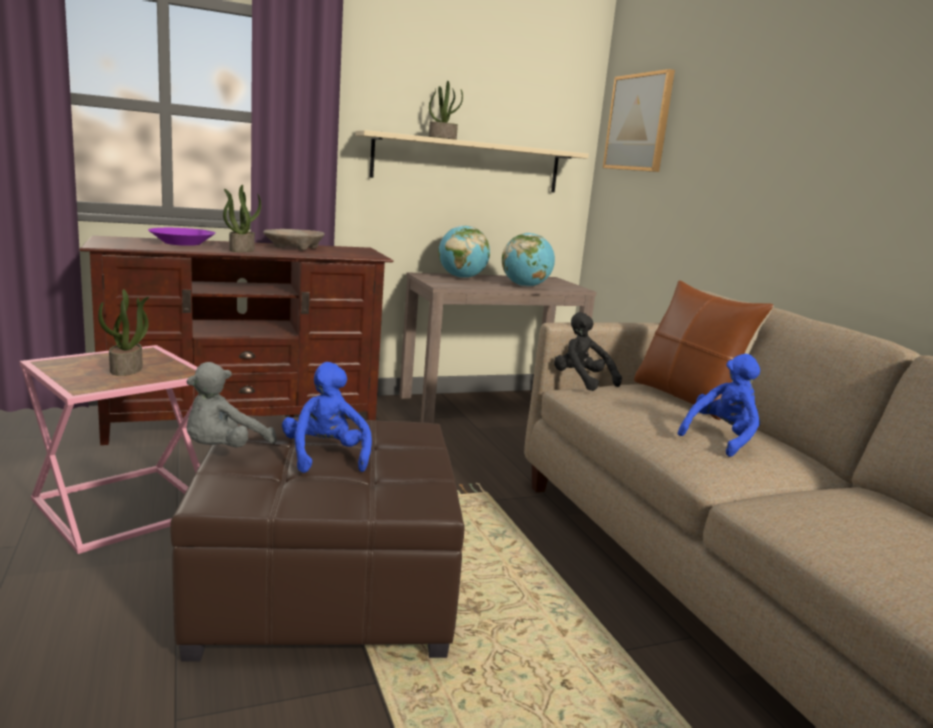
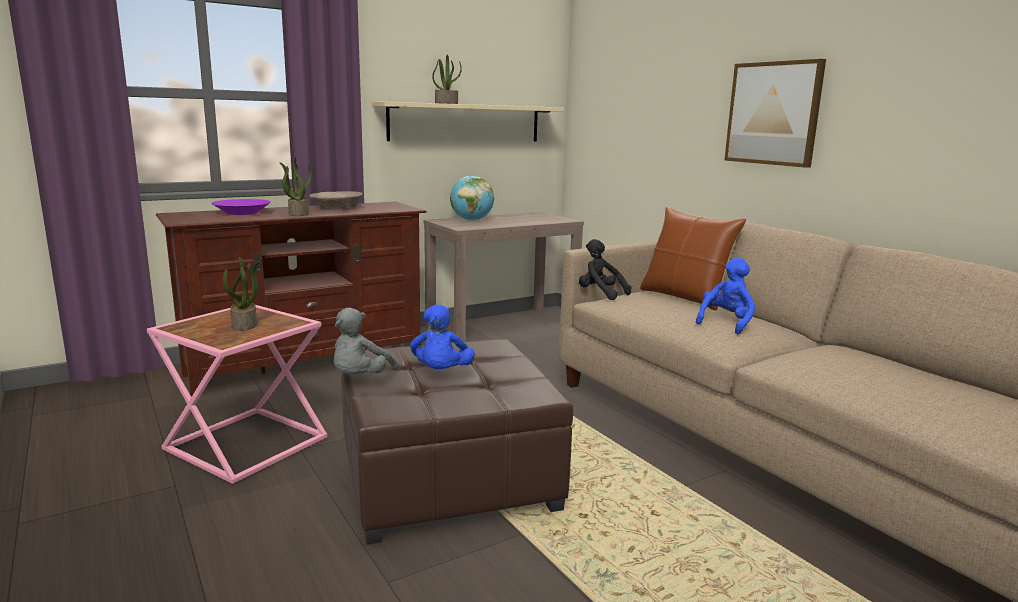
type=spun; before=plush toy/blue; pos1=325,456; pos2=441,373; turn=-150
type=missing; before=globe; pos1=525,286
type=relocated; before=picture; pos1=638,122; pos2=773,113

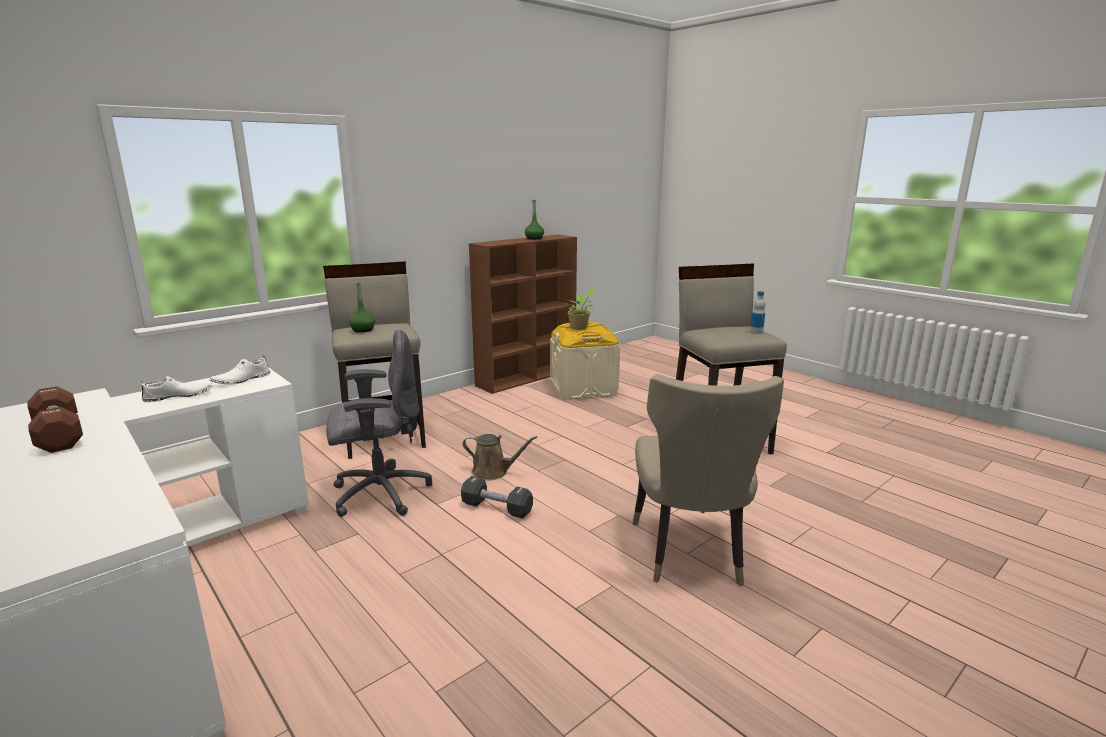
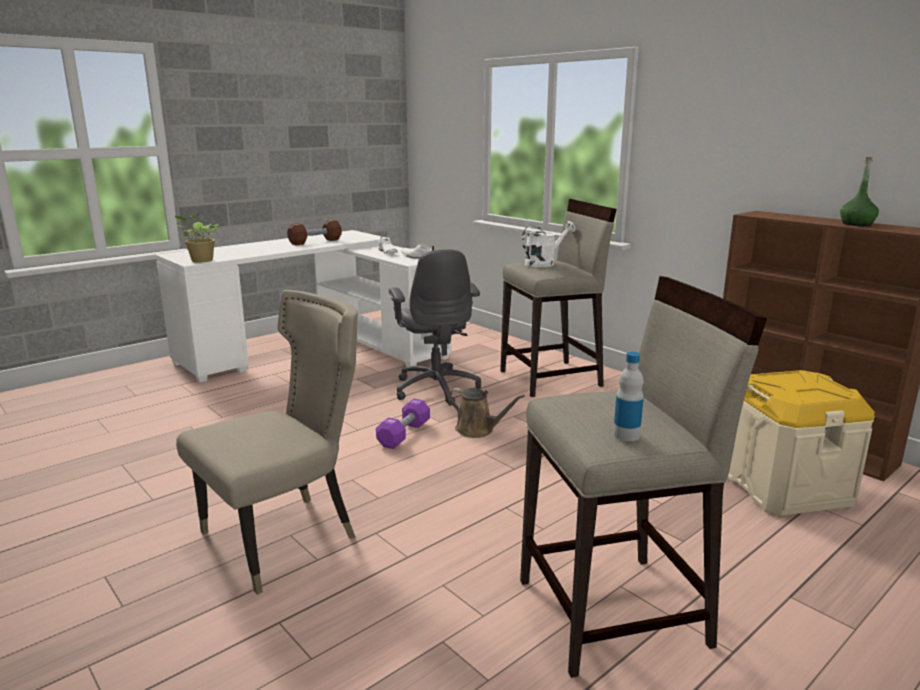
type=exchanged; before=bottle/green; after=watering can/white; pos1=363,330; pos2=544,263
type=colour; before=dumbbell/black; after=dumbbell/purple; pos1=497,508; pos2=404,434
type=spun; before=watering can/brown; pos1=493,472; pos2=478,430; turn=-75
type=relocated; before=potted plant; pos1=579,328; pos2=201,261
type=spun; before=chair/beige; pos1=690,555; pos2=286,536; turn=135

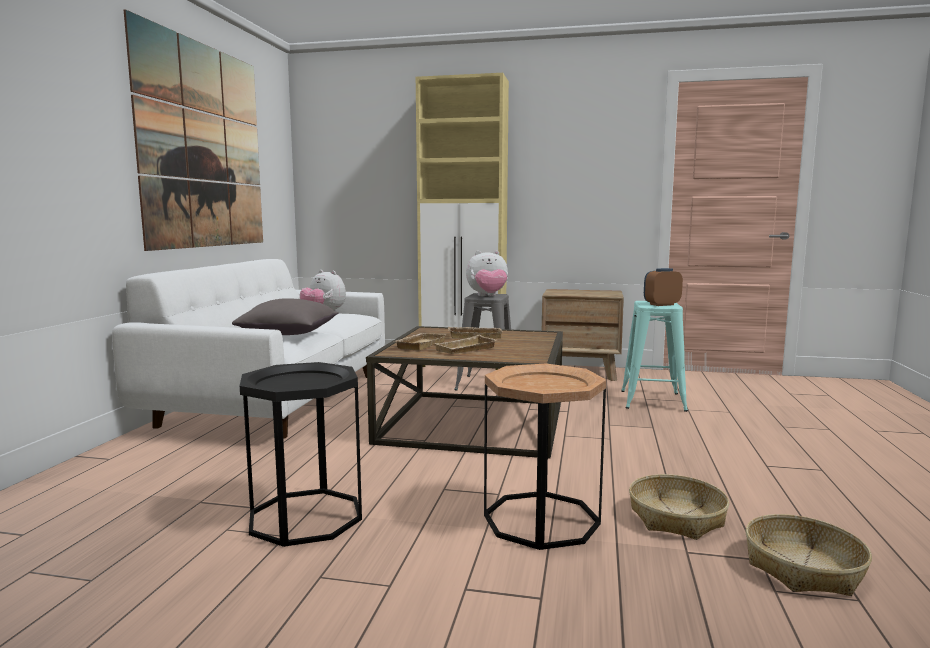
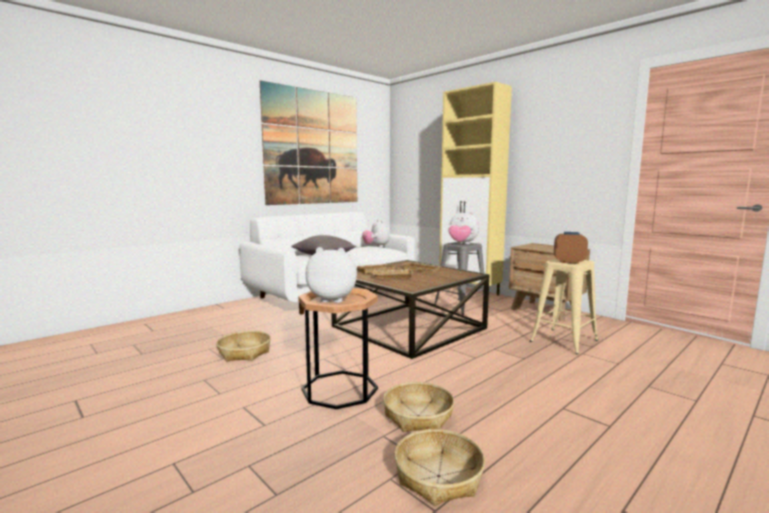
type=exchanged; before=side table/black; after=basket; pos1=305,516; pos2=244,353
type=colour; before=stool/turquoise; after=stool/beige; pos1=652,401; pos2=564,341
type=appeared; after=plush toy; pos2=334,299

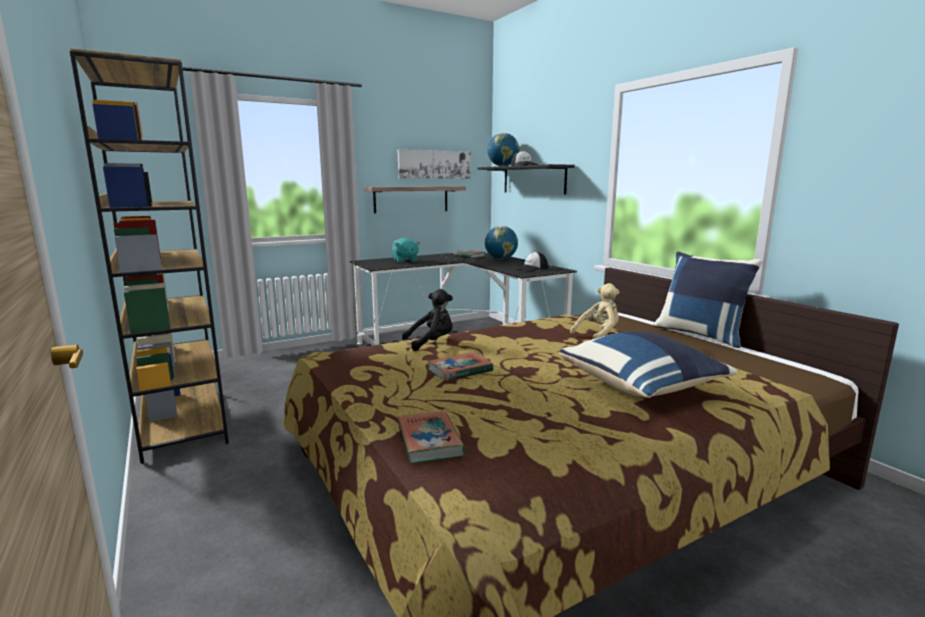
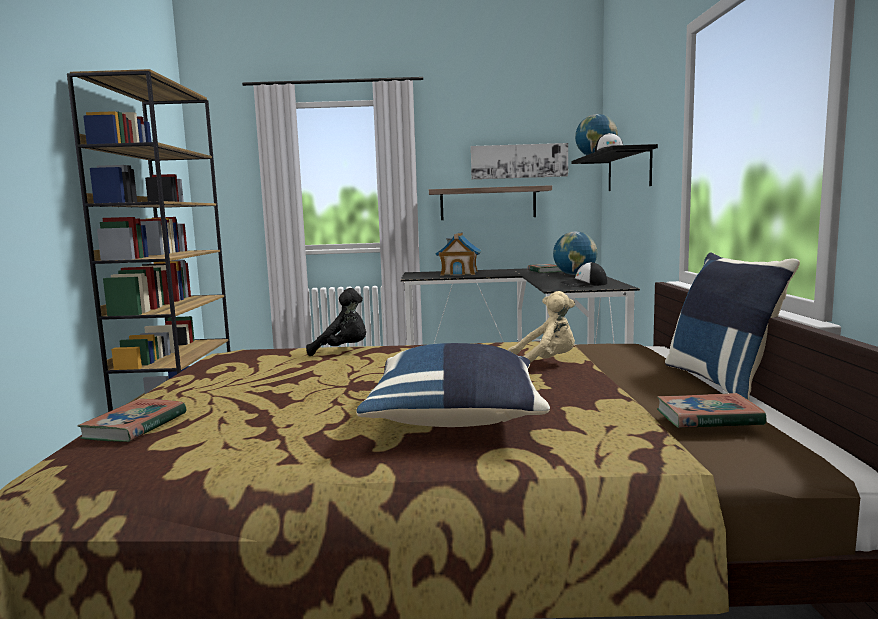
type=exchanged; before=plush toy/turquoise; after=toy house; pos1=405,260; pos2=459,273
type=relocated; before=book; pos1=460,370; pos2=708,417

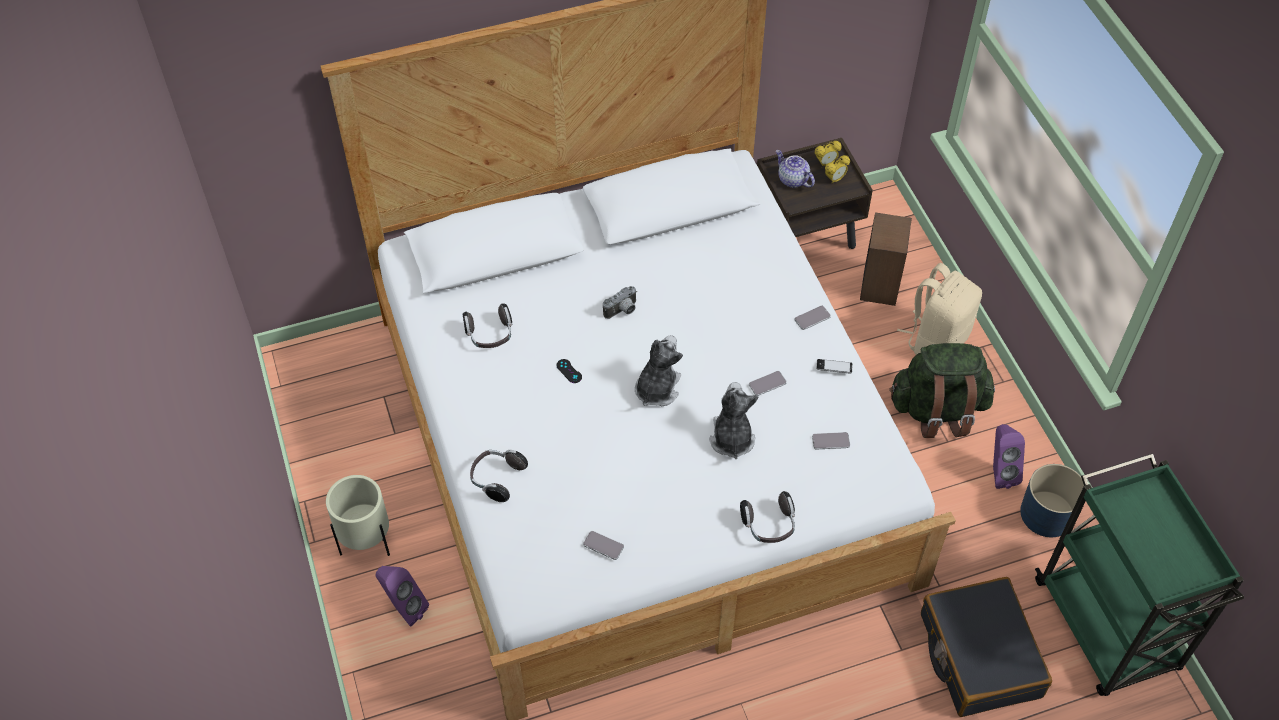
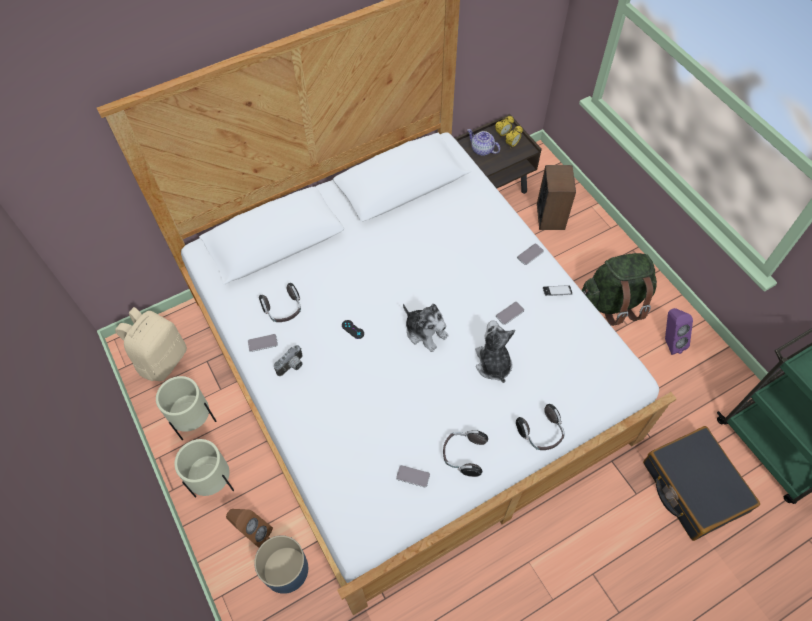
type=colour; before=speaker/purple; after=speaker/brown; pos1=404,608; pos2=253,533
type=relocated; before=headphones; pos1=497,479; pos2=463,455
type=relocated; before=photo camera; pos1=622,311; pos2=292,366
type=spun; before=plush toy; pos1=657,388; pos2=425,332; turn=120
type=relocated; before=phone; pos1=830,441; pos2=262,343
type=relocated; before=backpack/beige; pos1=936,339; pos2=162,359
type=relocated; before=planter/blue; pos1=1047,513; pos2=286,569
type=appeared; after=planter/beige; pos2=195,422

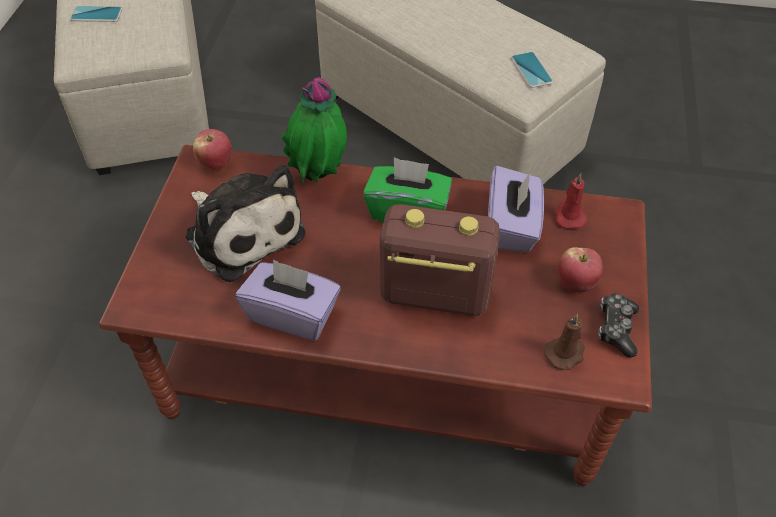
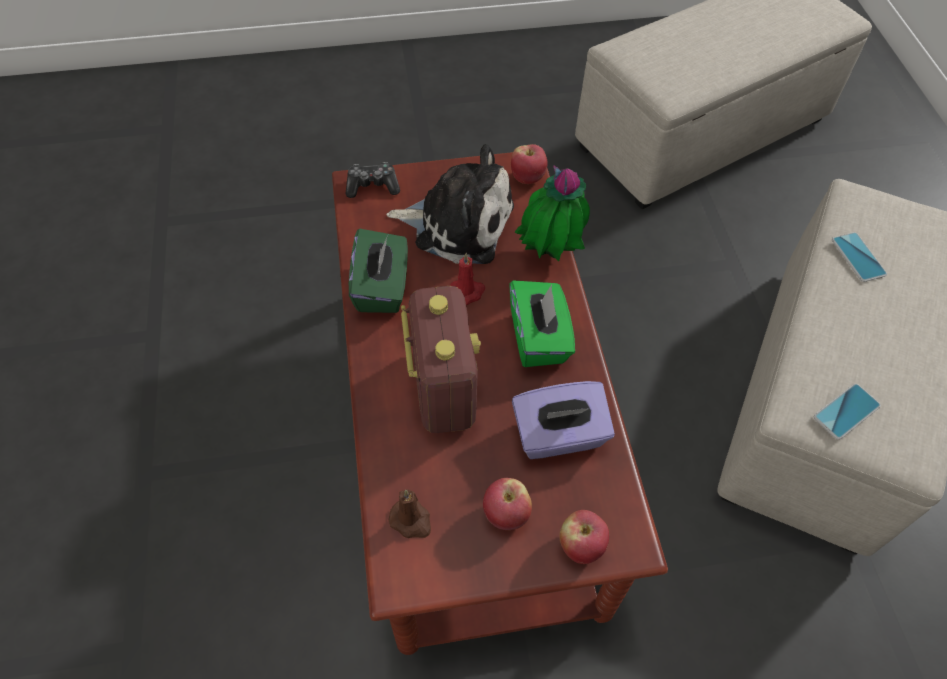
type=relocated; before=phone; pos1=96,14; pos2=858,257
type=spun; before=plush toy; pos1=242,231; pos2=458,223; turn=-105
type=colour; before=tissue box/purple; after=tissue box/green; pos1=293,314; pos2=382,287
type=relocated; before=candle/red; pos1=568,216; pos2=467,292
type=relocated; before=game controller; pos1=616,328; pos2=372,186
type=appeared; after=apple; pos2=580,545

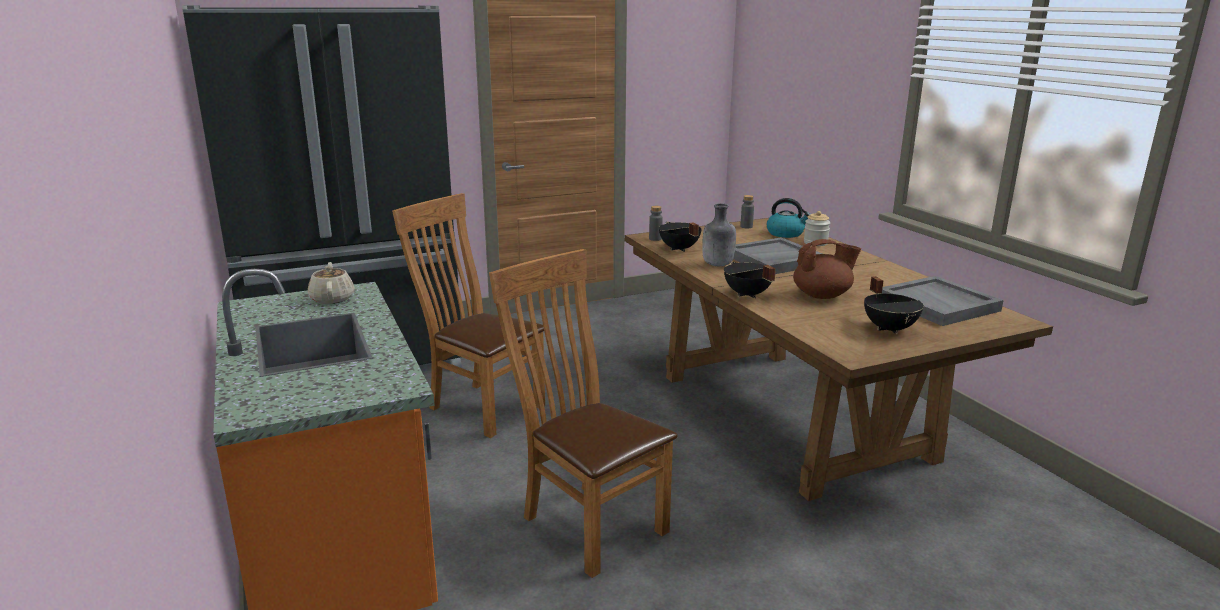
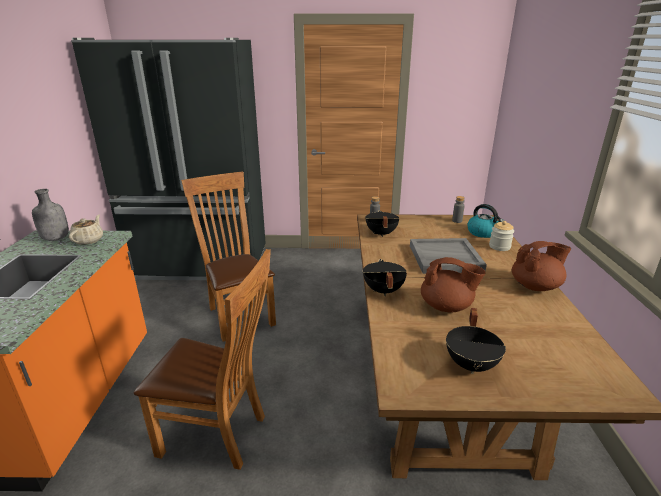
type=spun; before=chair/brown; pos1=587,522; pos2=219,435; turn=120
type=relocated; before=bottle/grey; pos1=717,265; pos2=55,239
type=missing; before=tray/grey; pos1=939,305
type=appeared; after=teapot/brown; pos2=535,286

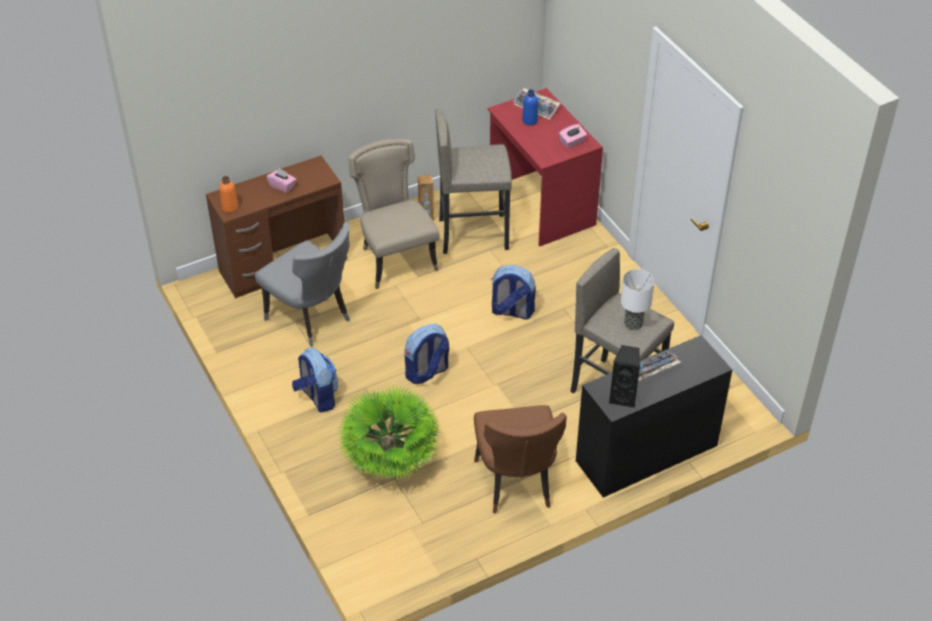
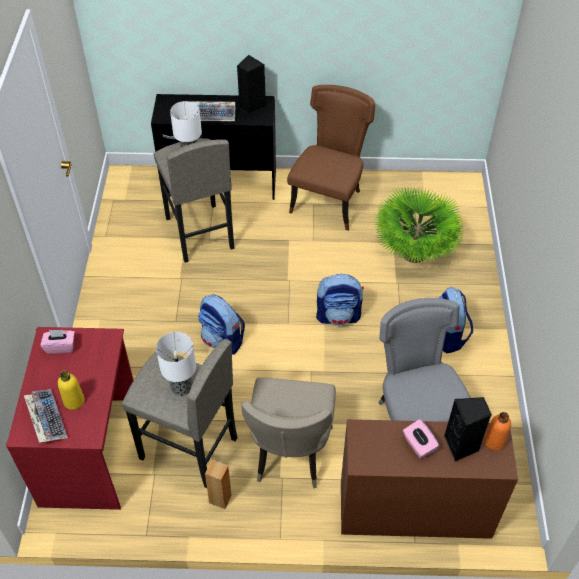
type=colour; before=bottle/blue; after=bottle/yellow; pos1=530,120; pos2=74,401
type=appeared; after=table lamp; pos2=181,387
type=appeared; after=speaker/black; pos2=462,446

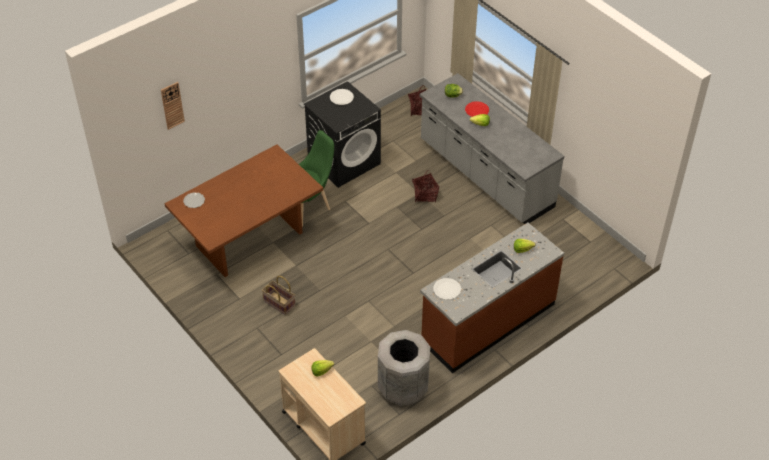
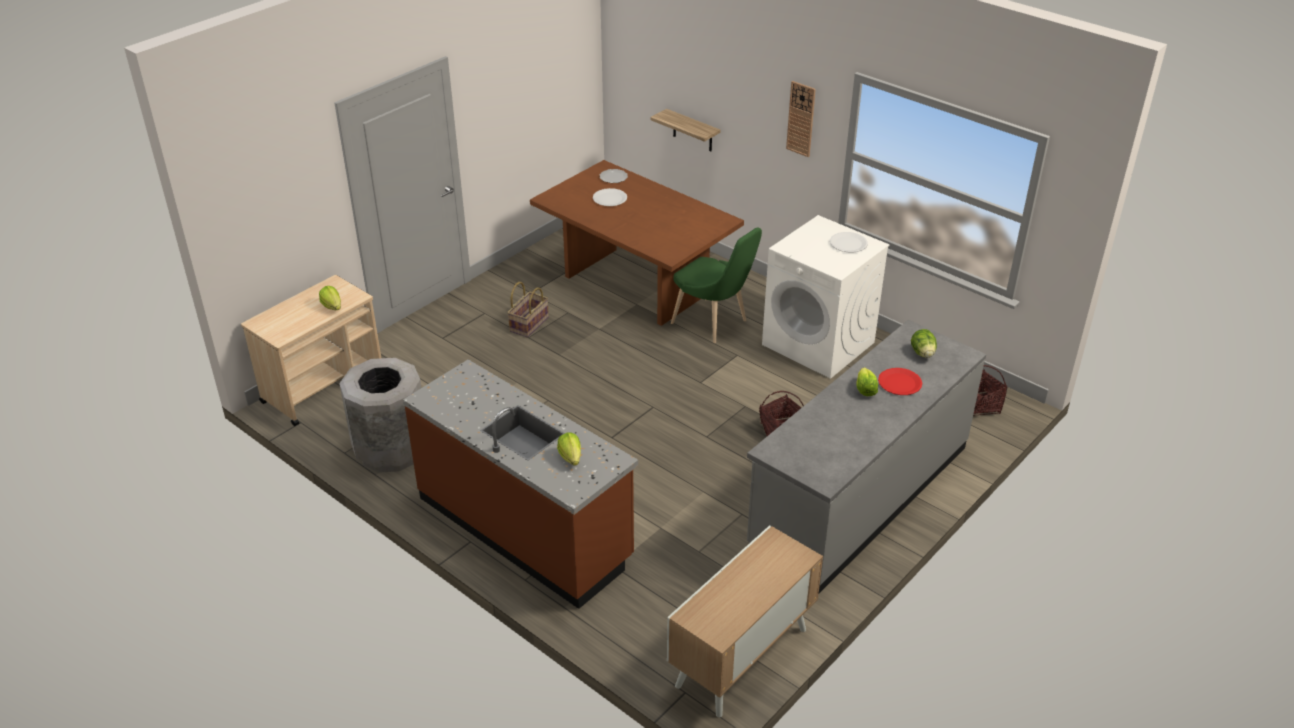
type=relocated; before=wall clock; pos1=172,105; pos2=801,119
type=colour; before=washing machine/black; after=washing machine/white; pos1=344,161; pos2=819,344
type=relocated; before=plate/white; pos1=447,289; pos2=610,198
type=appeared; after=shelf; pos2=692,131
type=appeared; after=cabinet; pos2=742,658

